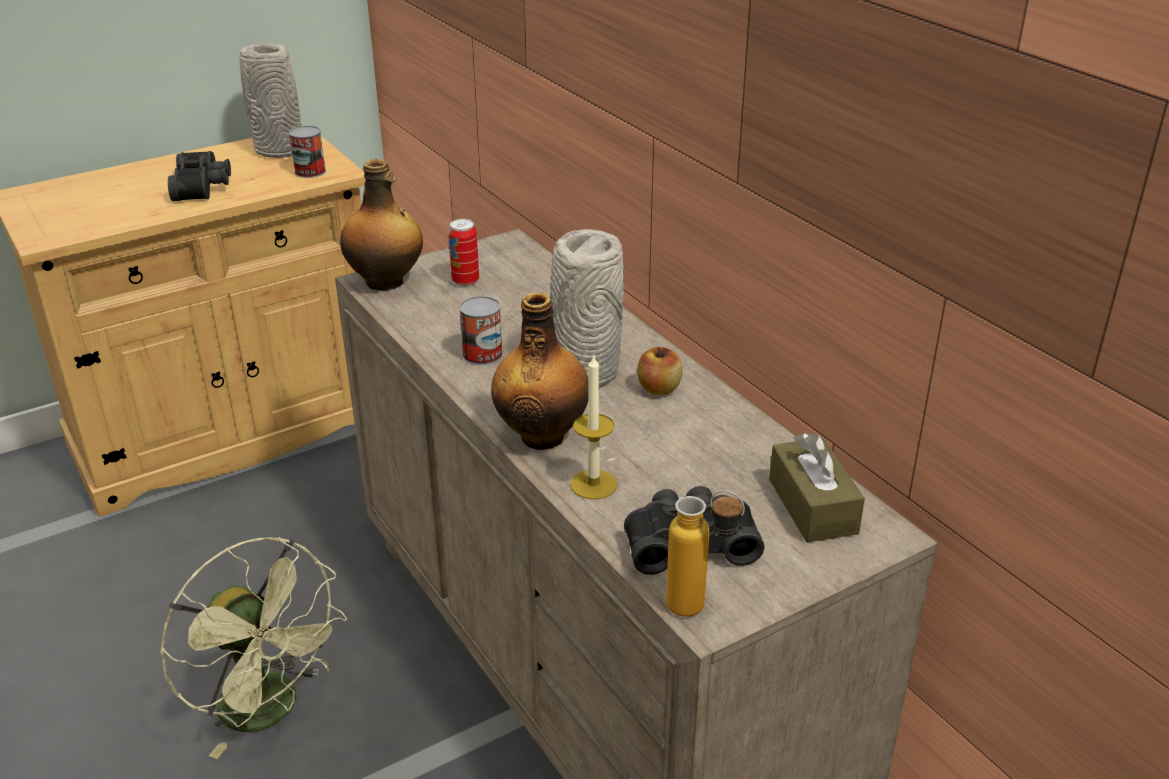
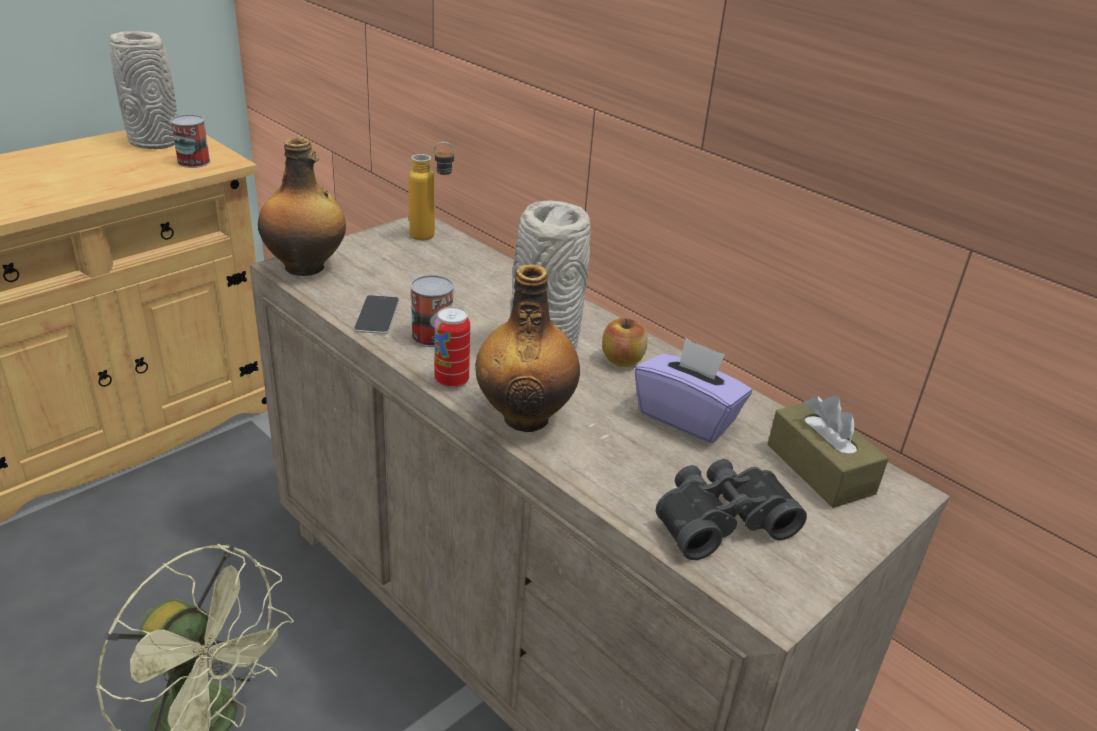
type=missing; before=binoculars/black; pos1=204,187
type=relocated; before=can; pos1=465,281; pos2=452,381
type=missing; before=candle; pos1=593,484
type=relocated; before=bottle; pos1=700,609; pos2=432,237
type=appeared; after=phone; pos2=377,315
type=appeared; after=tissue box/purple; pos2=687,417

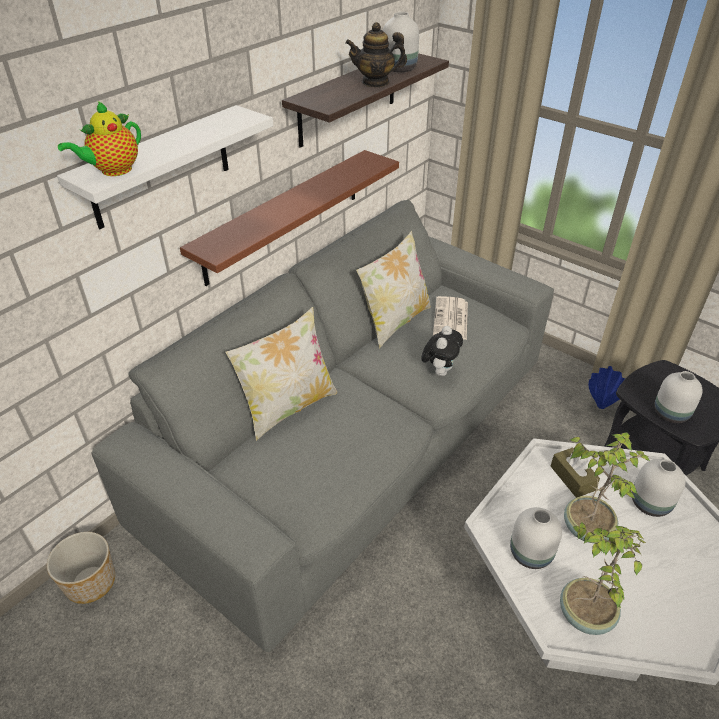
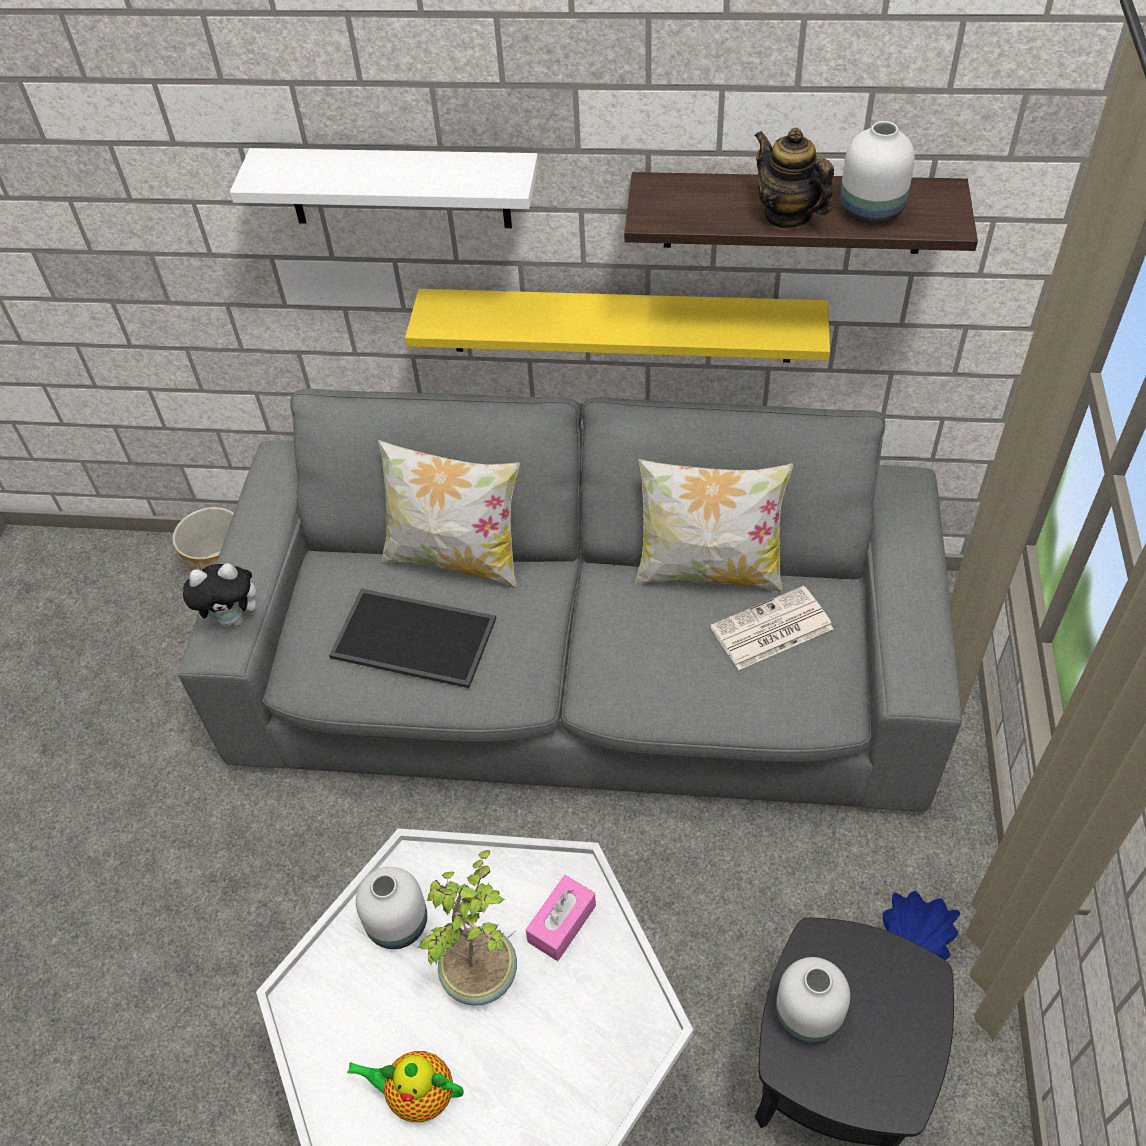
type=relocated; before=teapot; pos1=113,171; pos2=417,1094
type=colour; before=shelf/brown; after=shelf/yellow; pos1=284,215; pos2=620,325
type=relocated; before=plush toy; pos1=440,371; pos2=234,618
type=colour; before=tissue box/brown; after=tissue box/pink; pos1=572,478; pos2=562,923
type=missing; before=potted plant; pos1=584,615
type=missing; before=vase/white; pos1=650,502
type=appeared; after=tray; pos2=416,636

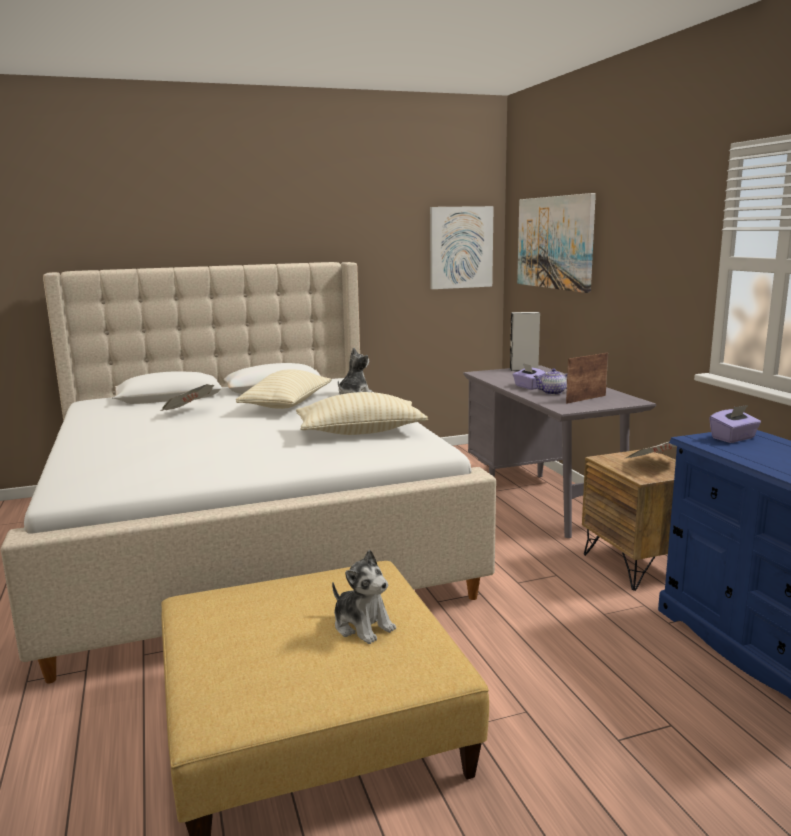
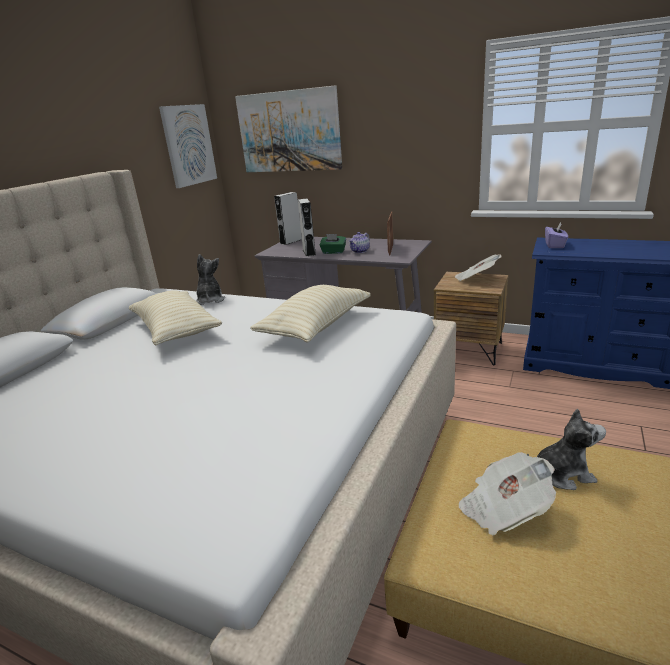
type=relocated; before=newspaper; pos1=188,412; pos2=503,509
type=colour; before=tissue box/purple; after=tissue box/green; pos1=528,387; pos2=333,252
type=appeared; after=speaker/grey; pos2=309,252

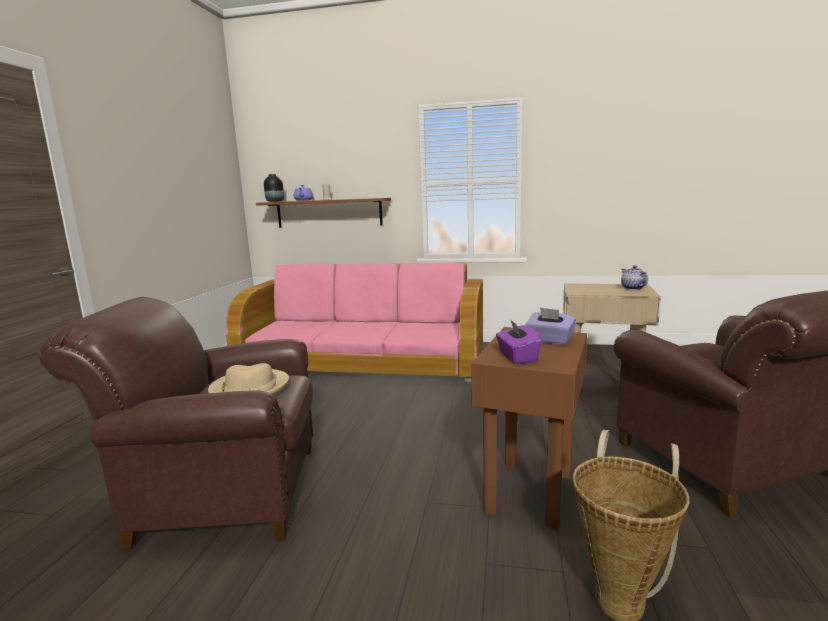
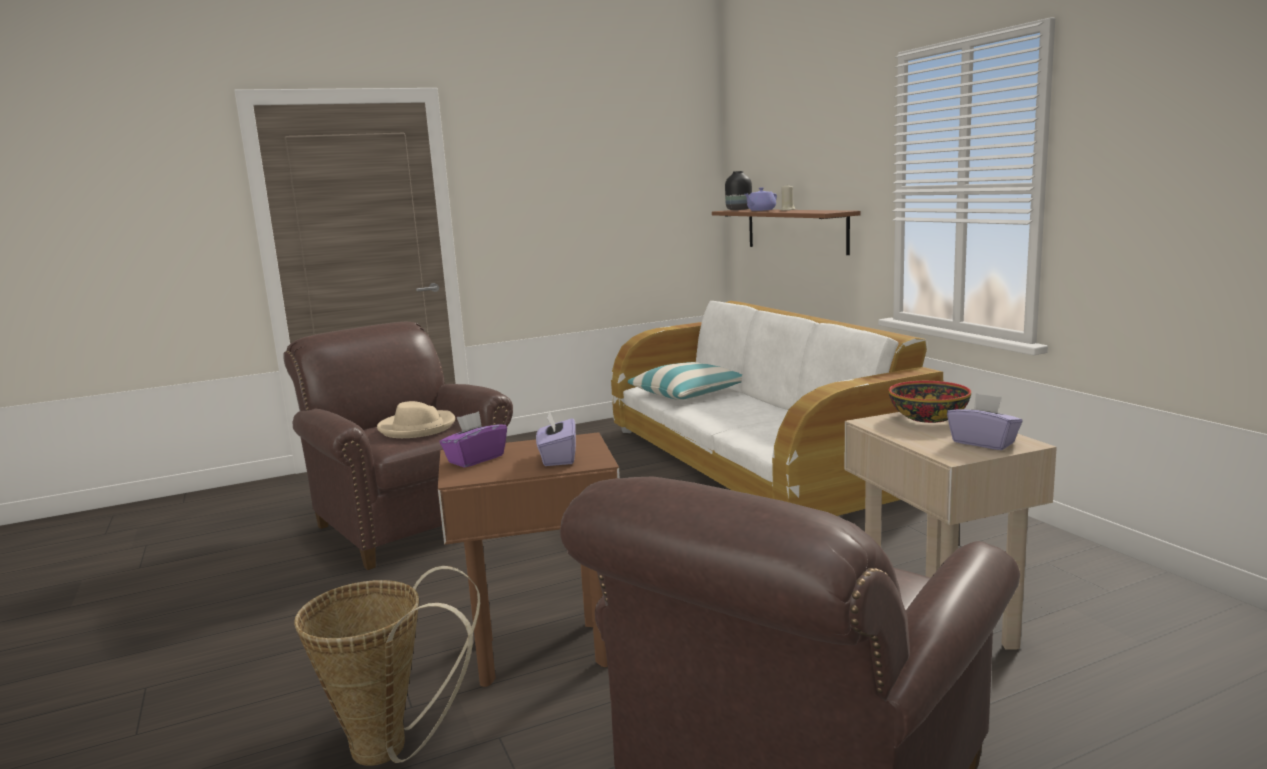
type=colour; before=sofa/pink; after=sofa/white; pos1=365,360; pos2=755,460
type=exchanged; before=teapot; after=tissue box/purple; pos1=632,288; pos2=983,442
type=appeared; after=pillow; pos2=687,394
type=appeared; after=bowl; pos2=928,418

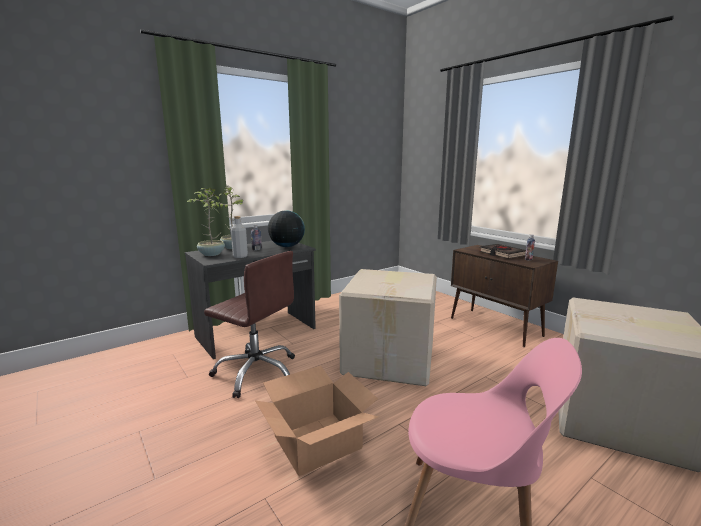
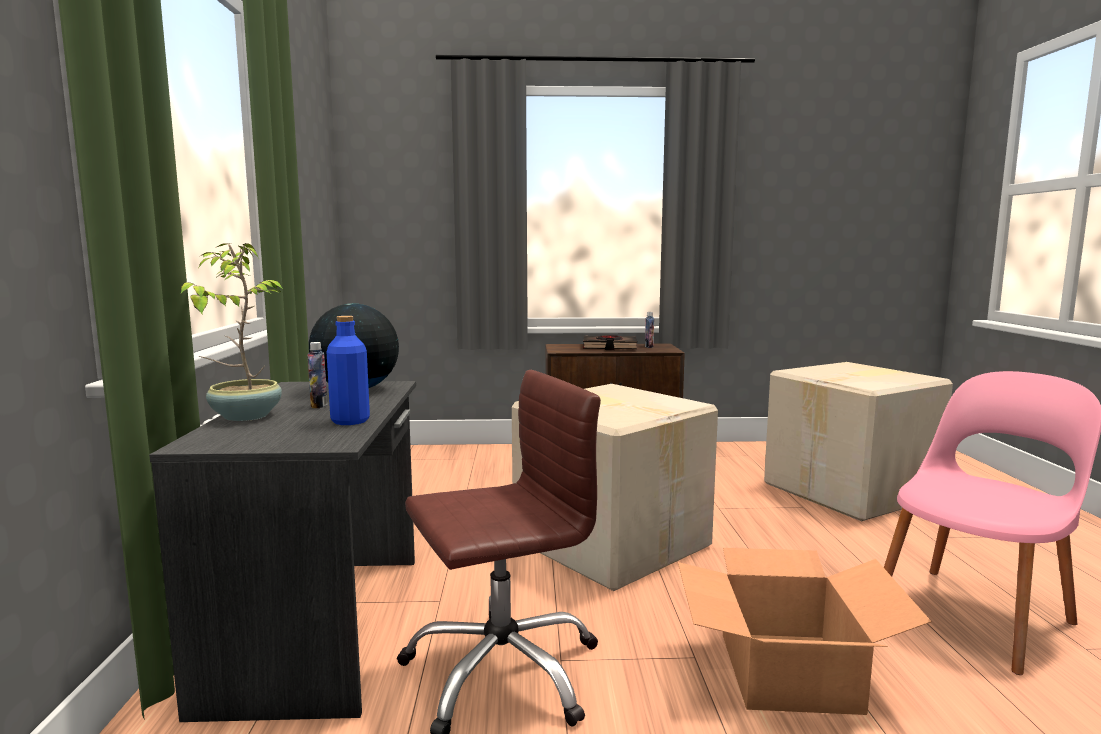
type=missing; before=potted plant; pos1=211,254
type=colour; before=bottle/grey; after=bottle/blue; pos1=240,256; pos2=350,421

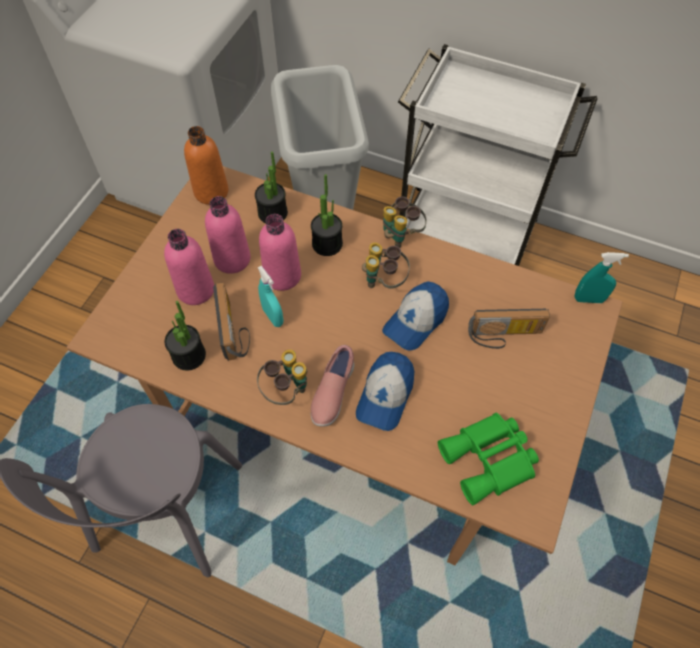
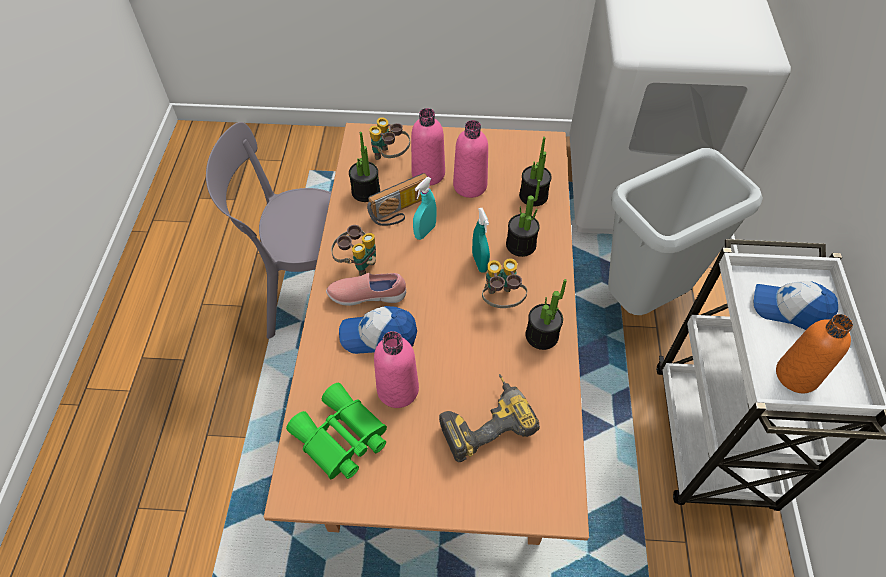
type=relocated; before=bottle/orange; pos1=211,192; pos2=796,375
type=relocated; before=bottle/pink; pos1=282,276; pos2=398,389
type=relocated; before=cap; pos1=415,321; pos2=789,309
type=relocated; before=binoculars; pos1=401,235; pos2=390,157
type=exchanged; before=radio; after=power drill; pos1=504,336; pos2=484,421
type=relocated; before=spray bottle/turquoise; pos1=589,299; pos2=480,262
type=appeared; after=potted plant; pos2=542,335

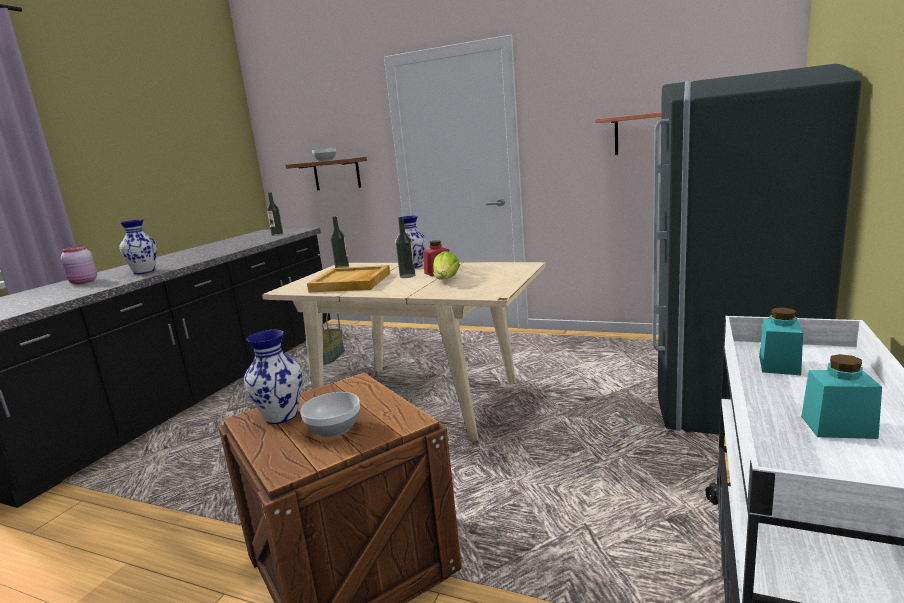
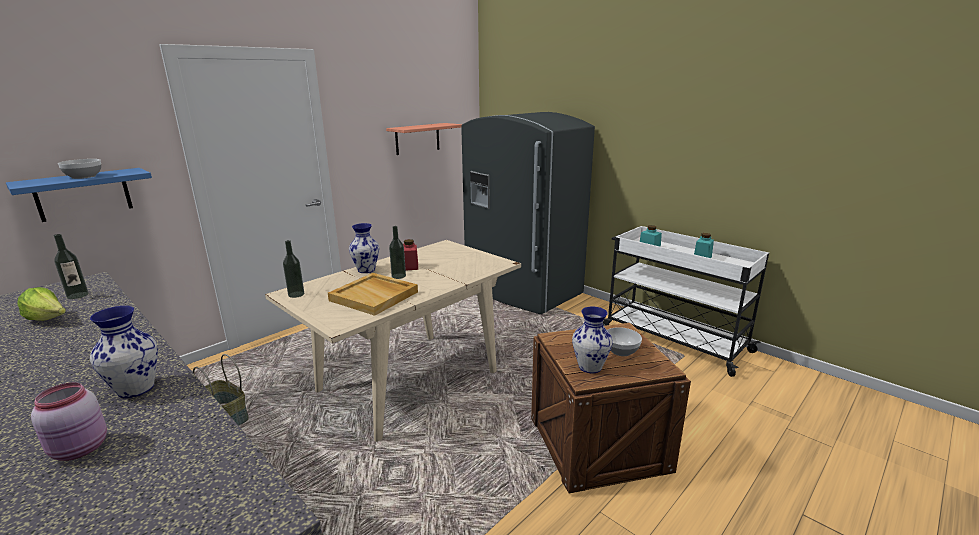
type=colour; before=shelf/brown; after=shelf/blue; pos1=337,174; pos2=83,194
type=relocated; before=lettuce; pos1=446,280; pos2=49,319

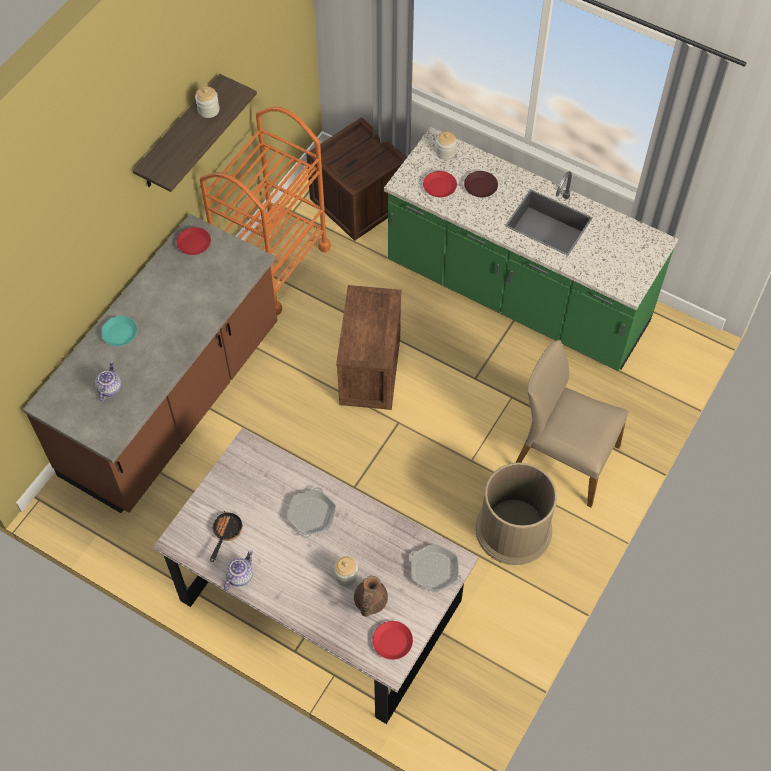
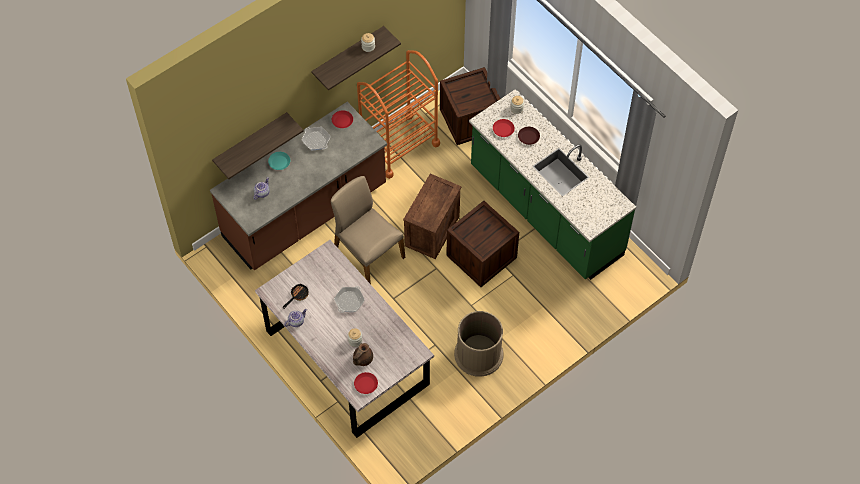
type=relocated; before=frying pan; pos1=434,570; pos2=316,140
type=relocated; before=chair/beige; pos1=564,457; pos2=368,253
type=appeared; after=shelf; pos2=251,142
type=appeared; after=crate; pos2=481,256

